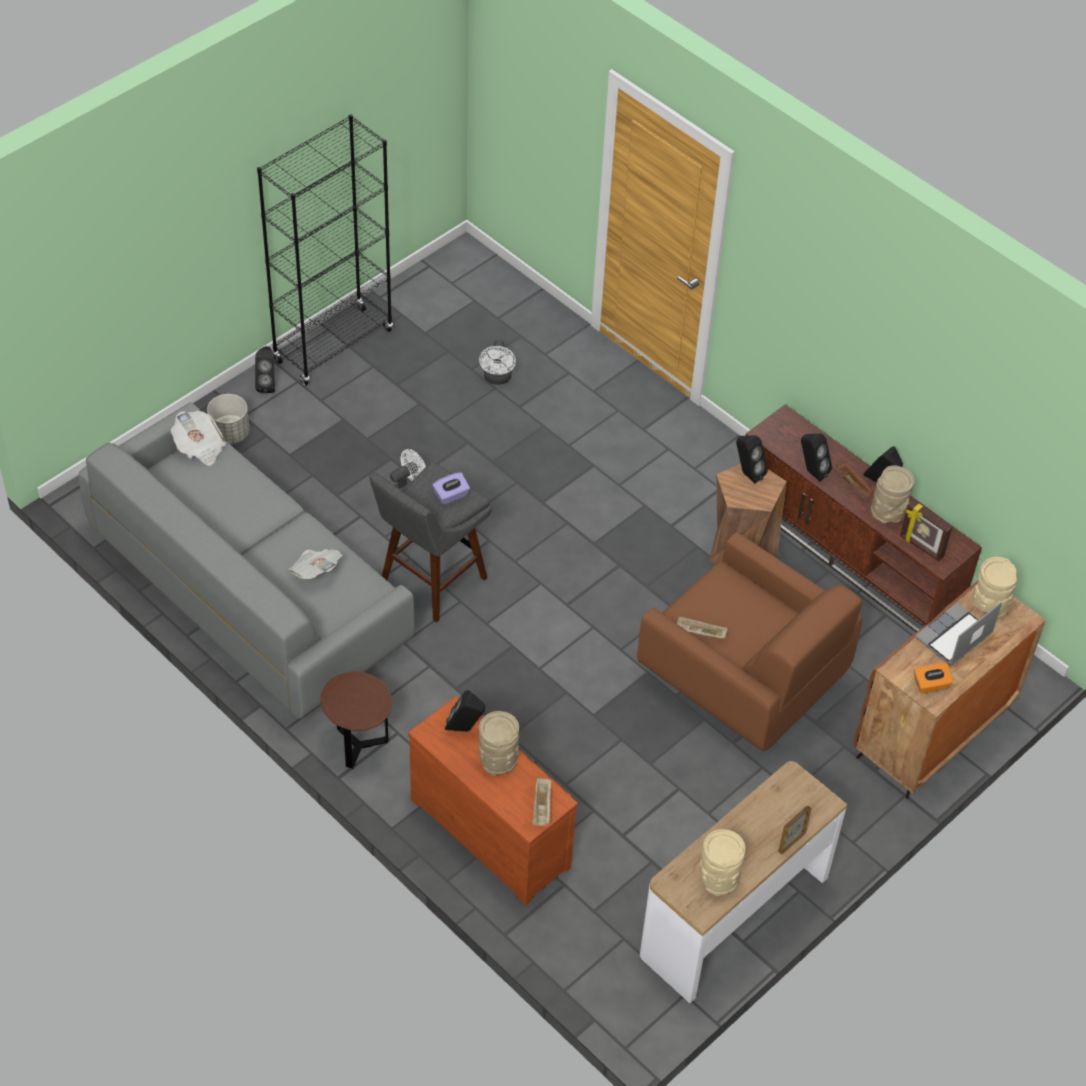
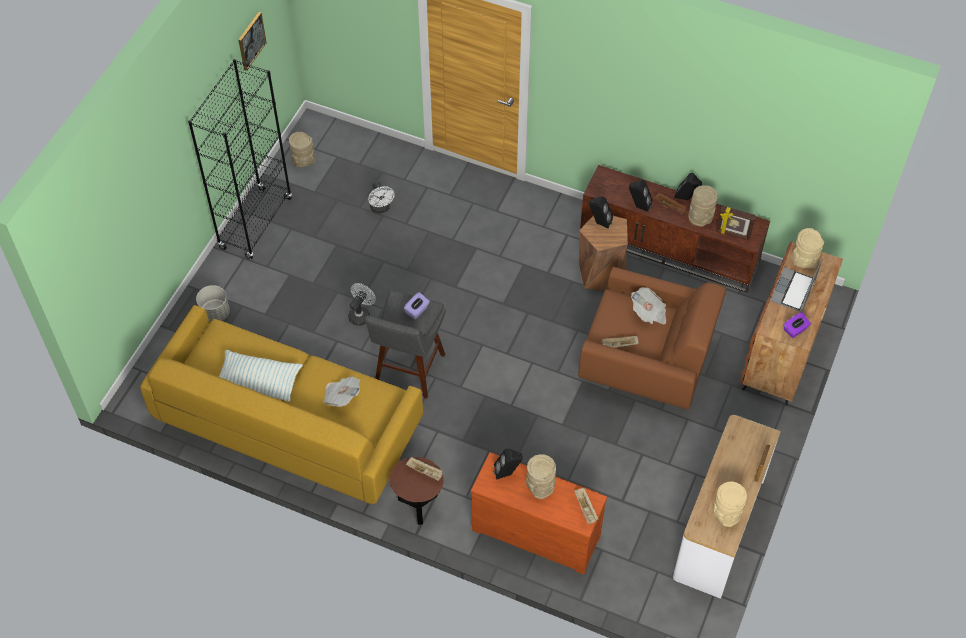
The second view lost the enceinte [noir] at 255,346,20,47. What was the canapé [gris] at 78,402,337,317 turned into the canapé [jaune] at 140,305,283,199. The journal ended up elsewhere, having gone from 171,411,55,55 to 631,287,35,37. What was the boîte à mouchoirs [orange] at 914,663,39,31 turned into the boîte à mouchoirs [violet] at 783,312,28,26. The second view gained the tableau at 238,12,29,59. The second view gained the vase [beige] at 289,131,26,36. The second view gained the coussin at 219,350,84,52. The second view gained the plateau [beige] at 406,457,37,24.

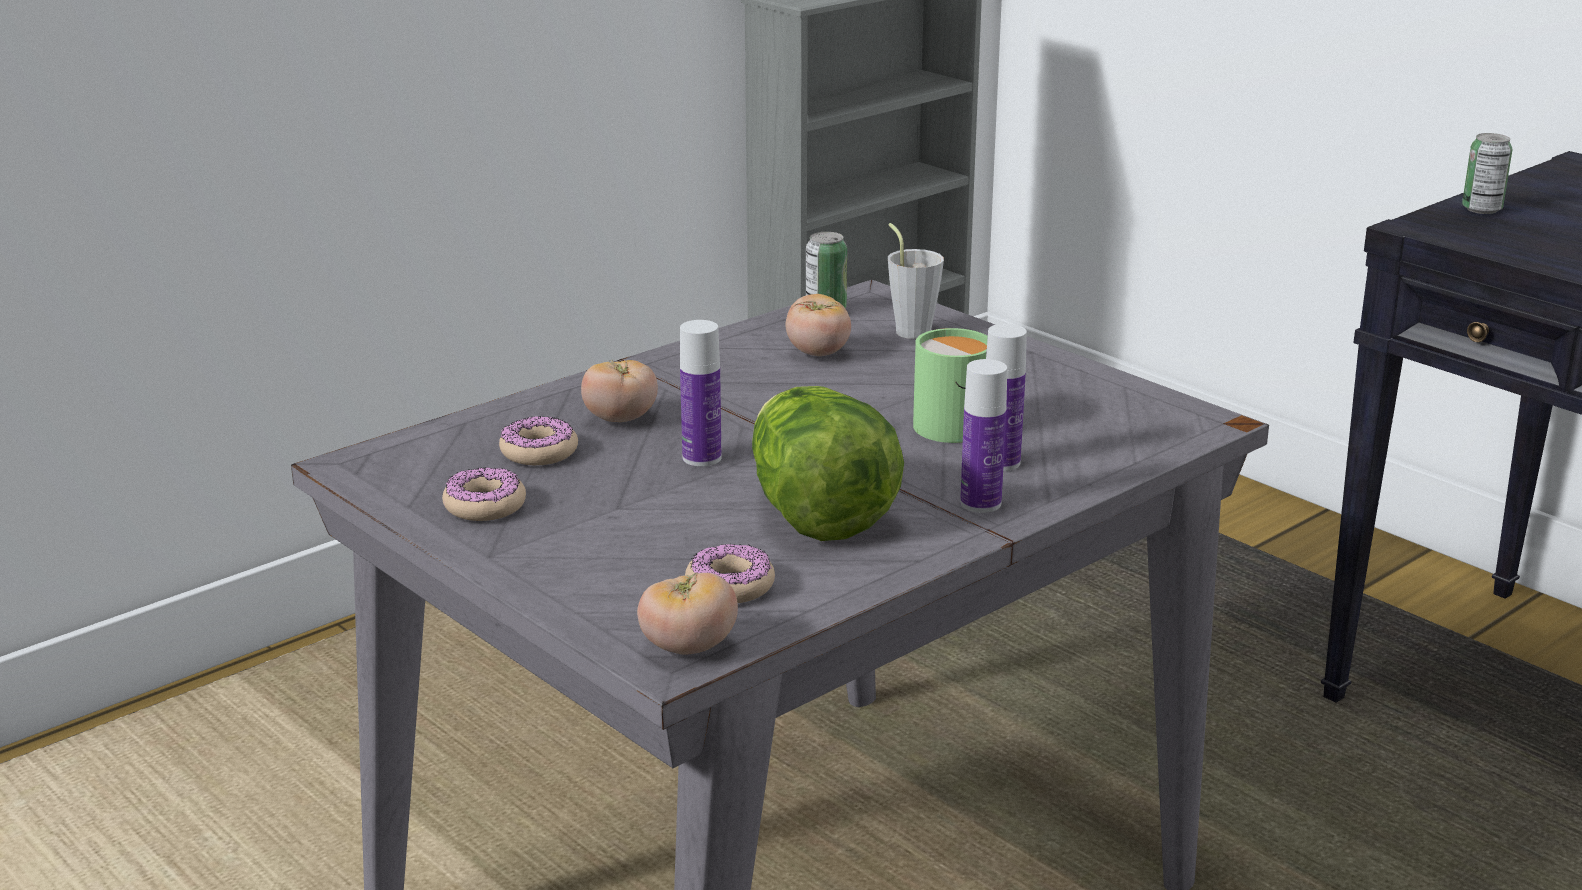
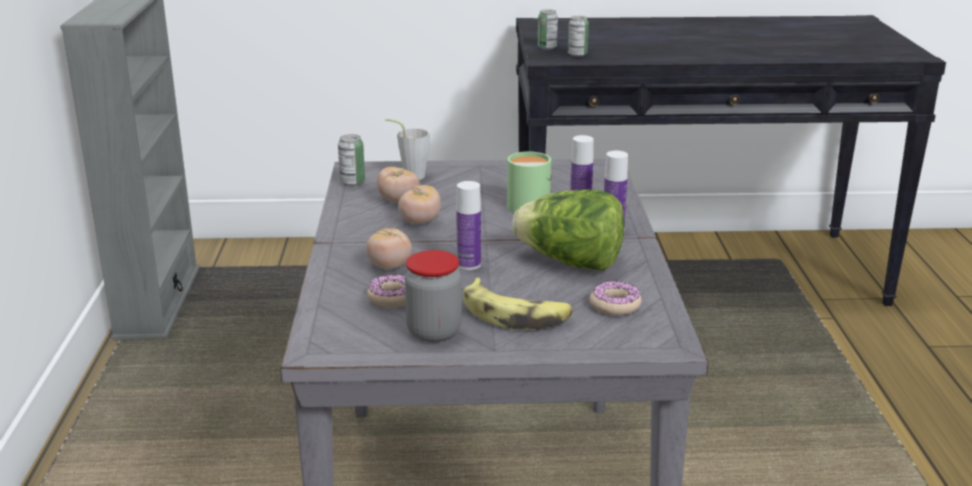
Where the beignet stood at 442,467,84,54, the bocal came to stand at 405,250,57,92. The tomate ended up elsewhere, having gone from 637,572,101,83 to 398,185,43,39. The second view gained the boîte métallique at 568,16,21,41. The second view gained the banane at 463,278,110,52.

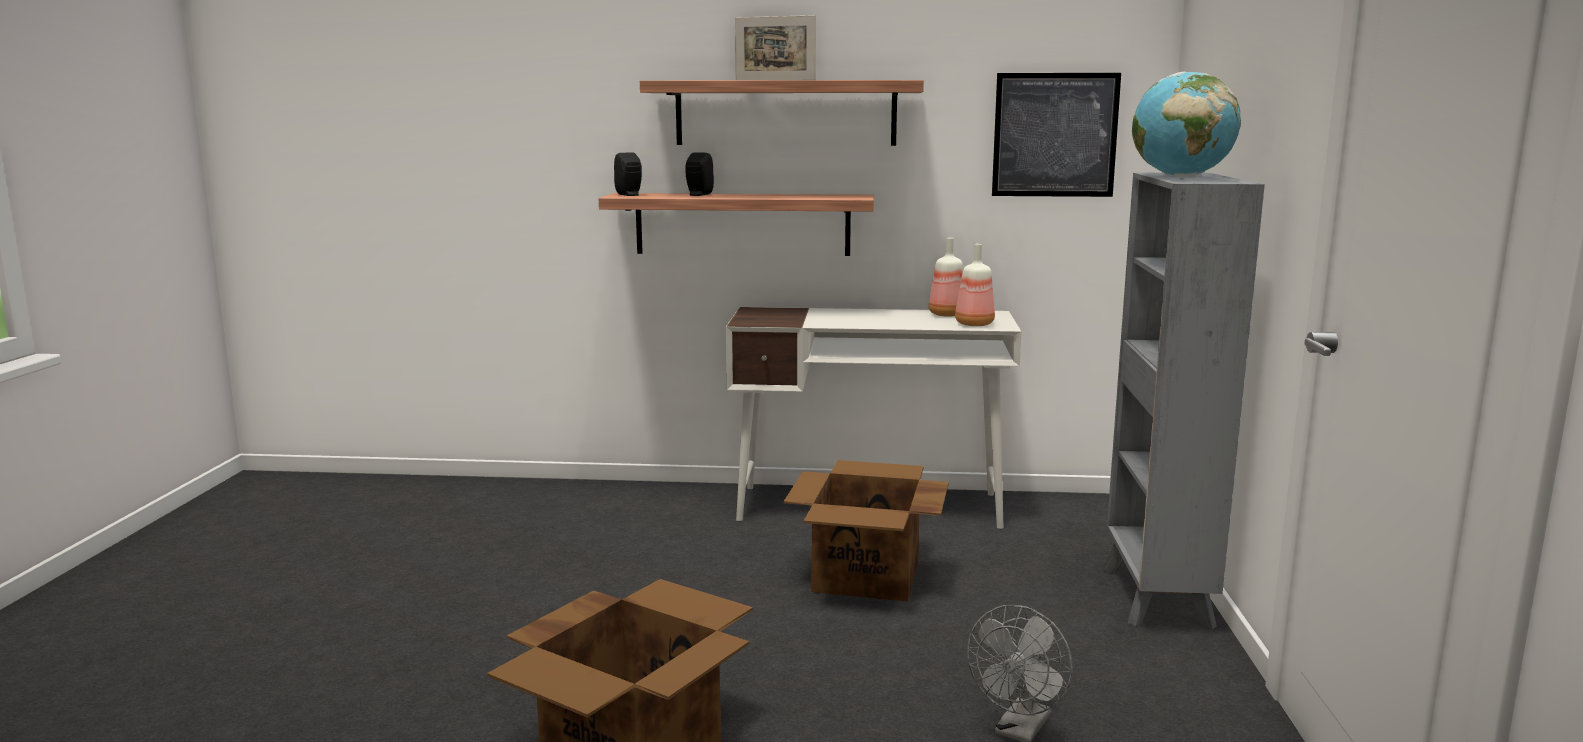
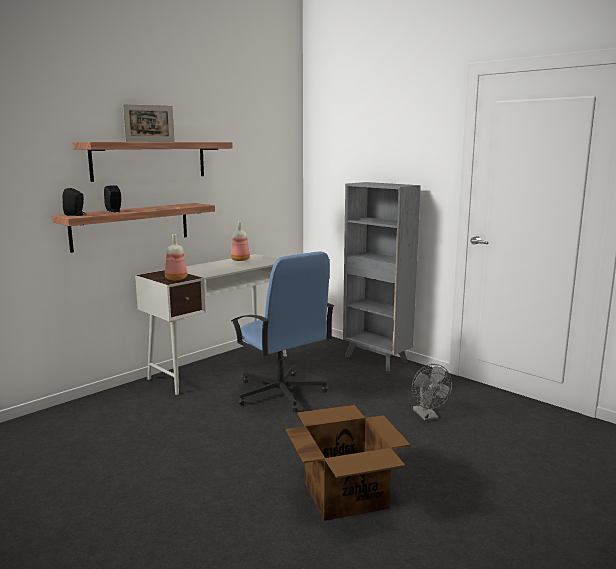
The second view lost the globe at 1132,71,109,106. The second view lost the tableau at 992,73,129,124. The bouteille ended up elsewhere, having gone from 955,244,40,82 to 165,234,22,46. Where the carton stood at 784,460,165,142, the chaise de bureau [bleu] came to stand at 231,251,103,161.

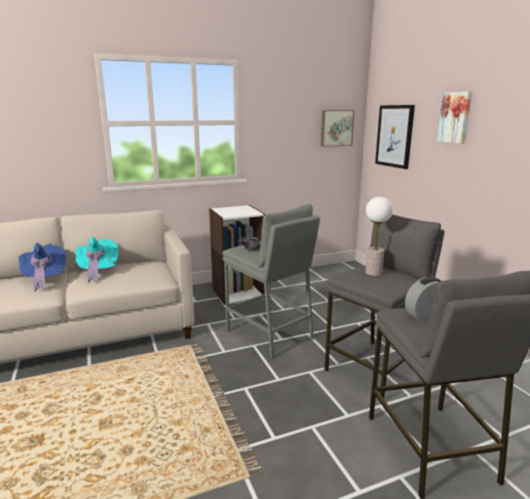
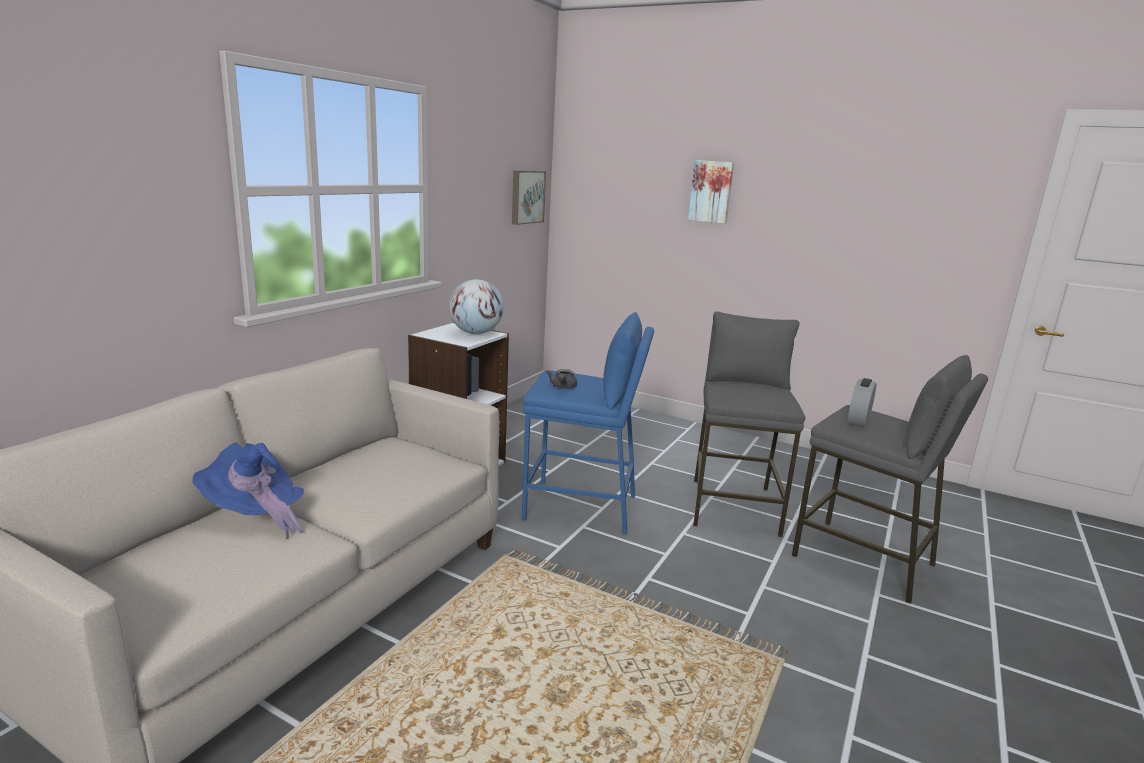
The second view lost the tableau at 375,105,40,64. The second view lost the lampe de table at 365,197,28,79. What was the tabouret [gris] at 222,204,98,155 turned into the tabouret [bleu] at 522,312,132,222. The second view lost the chapeau [turquoise] at 75,236,44,47. The second view gained the globe at 449,279,55,55.

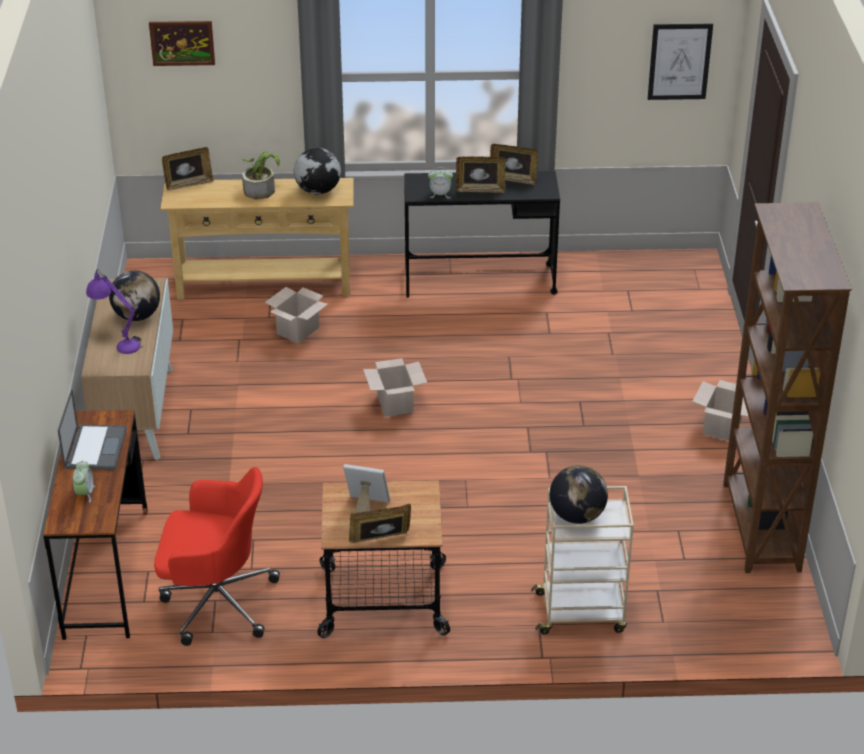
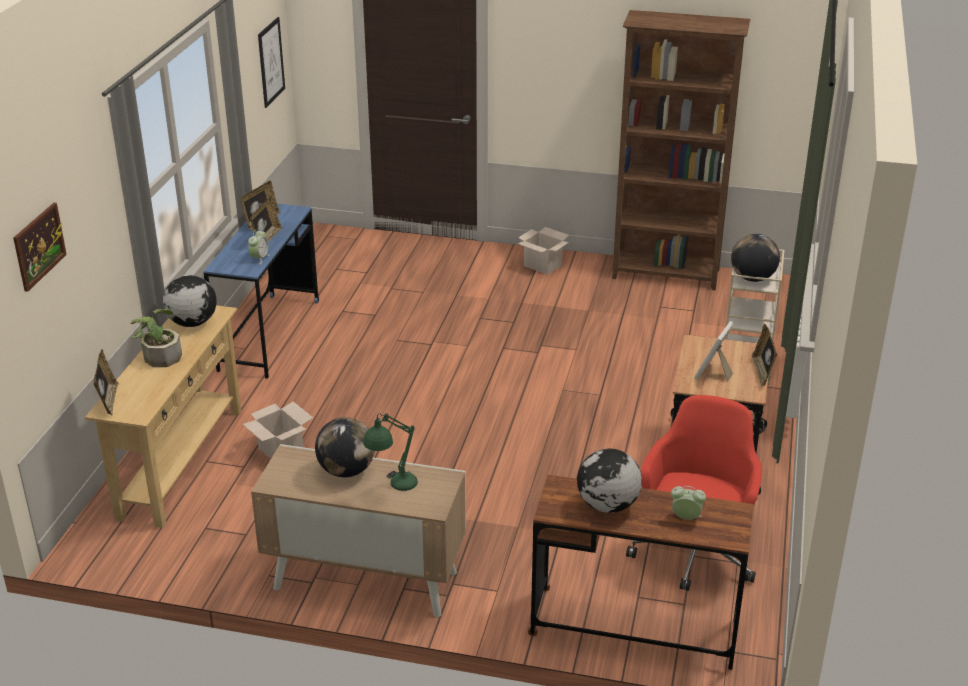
What was the bureau [noir] at 404,171,156,126 turned into the bureau [bleu] at 204,204,115,175. What was the lampe de table [violet] at 86,269,57,85 turned into the lampe de table [vert] at 363,413,55,78. The second view lost the carton at 363,358,64,59. Where the ordinateur portable stood at 58,389,69,81, the globe came to stand at 577,449,65,64.

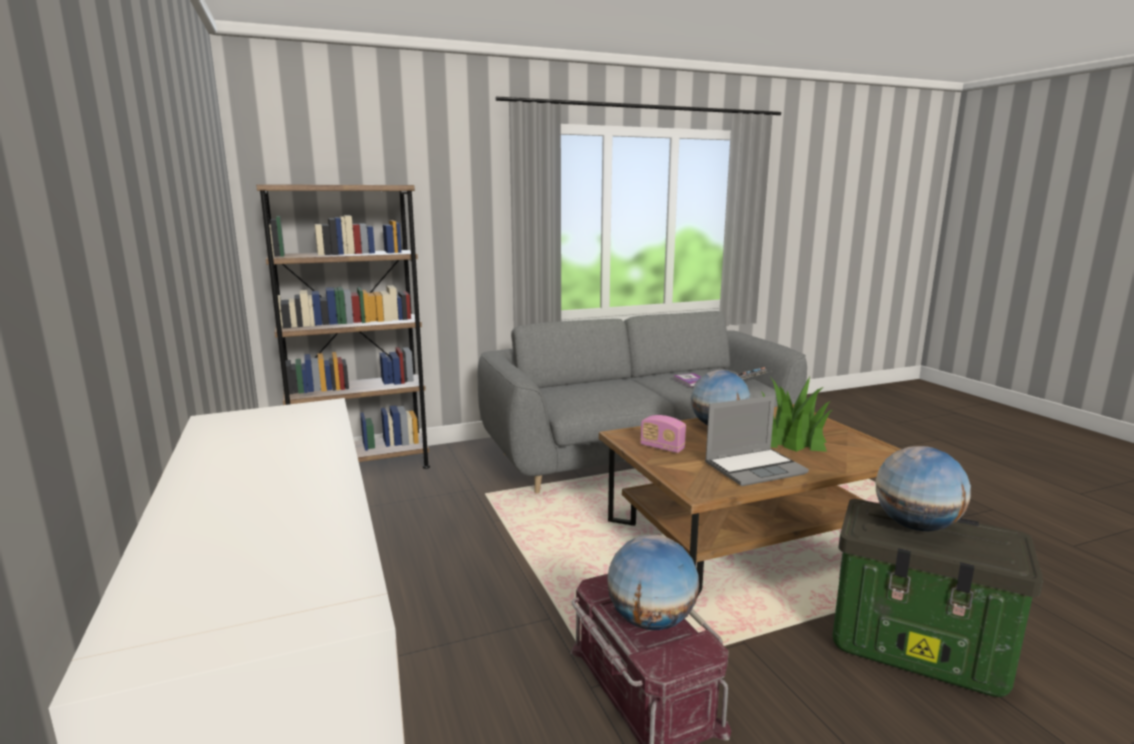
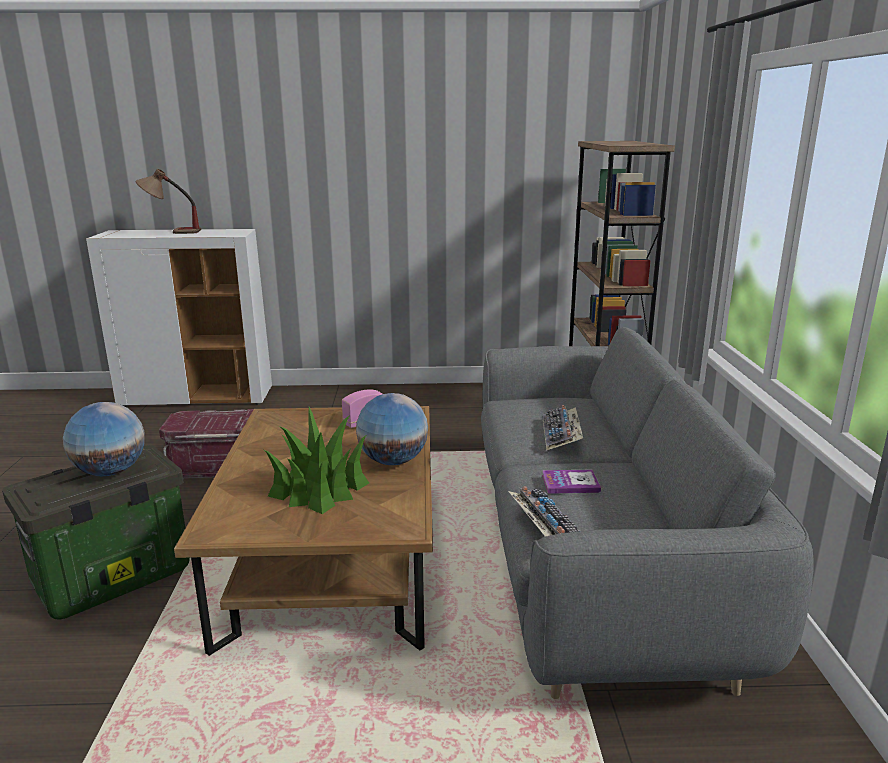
The second view lost the ordinateur portable at 705,395,104,91. The second view lost the globe at 607,535,92,95. The second view gained the lampe de table at 136,169,65,65. The second view gained the clavier at 543,405,40,45.

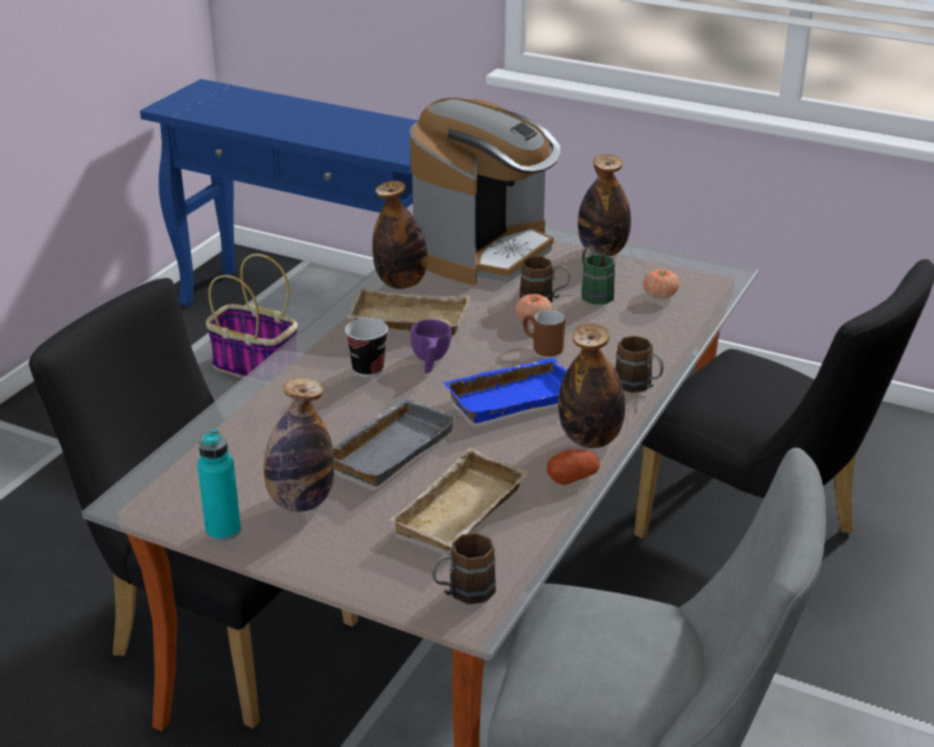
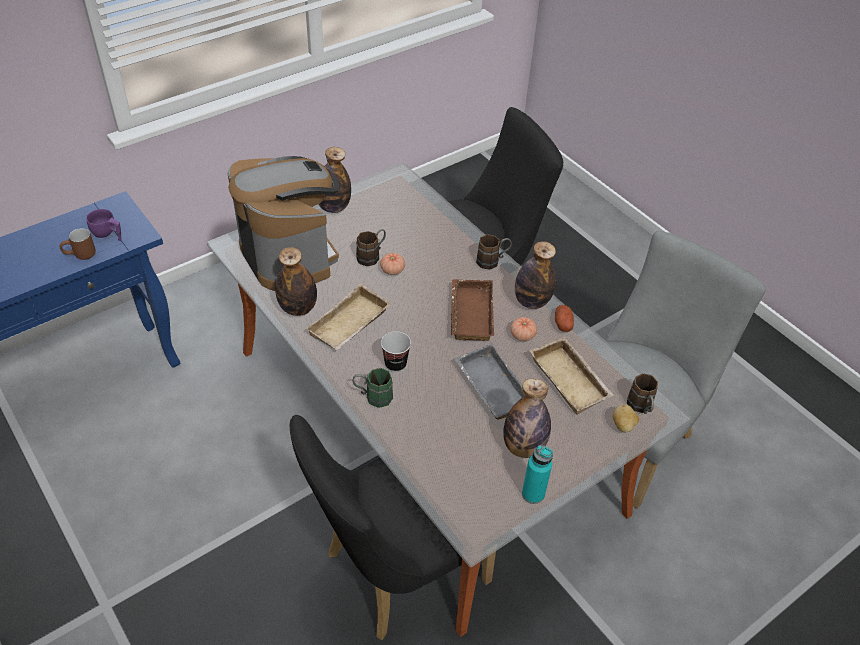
The mug [vert] ended up elsewhere, having gone from 581,248,34,57 to 353,368,40,40. The second view lost the panier at 206,254,92,124. The tomate ended up elsewhere, having gone from 643,269,36,30 to 510,317,27,24. The mug [marron] ended up elsewhere, having gone from 523,310,42,47 to 59,228,37,32. The tasse [violet] ended up elsewhere, having gone from 411,319,41,54 to 86,209,35,32. What was the plateau [bleu] at 443,357,124,66 turned into the plateau [marron] at 451,279,43,62. The second view gained the pomme de terre at 613,404,26,28.

